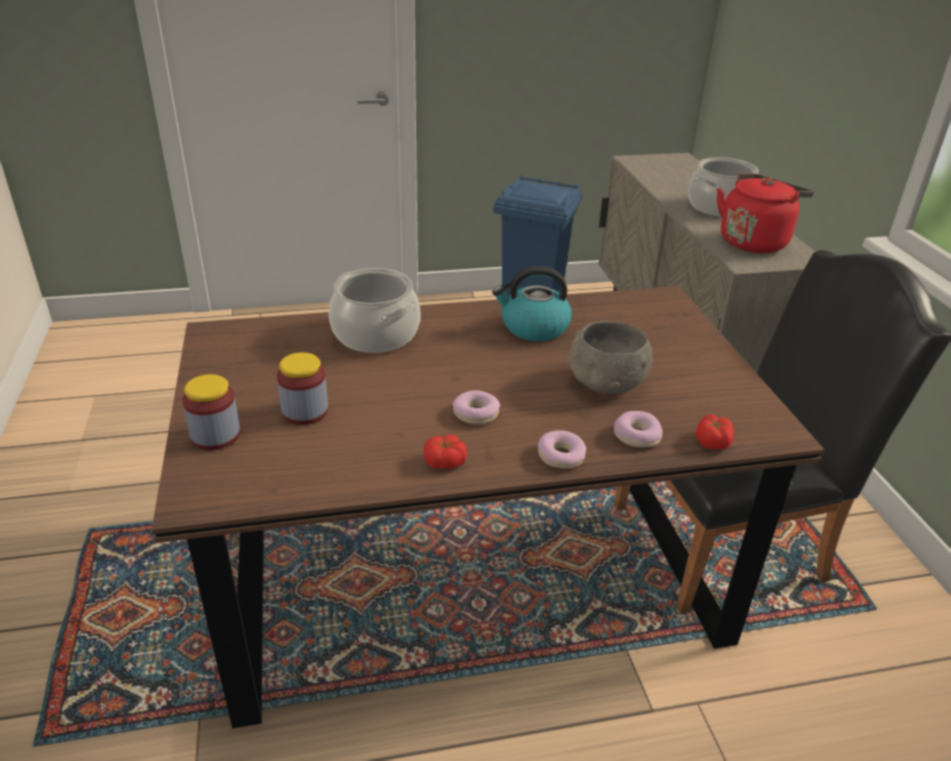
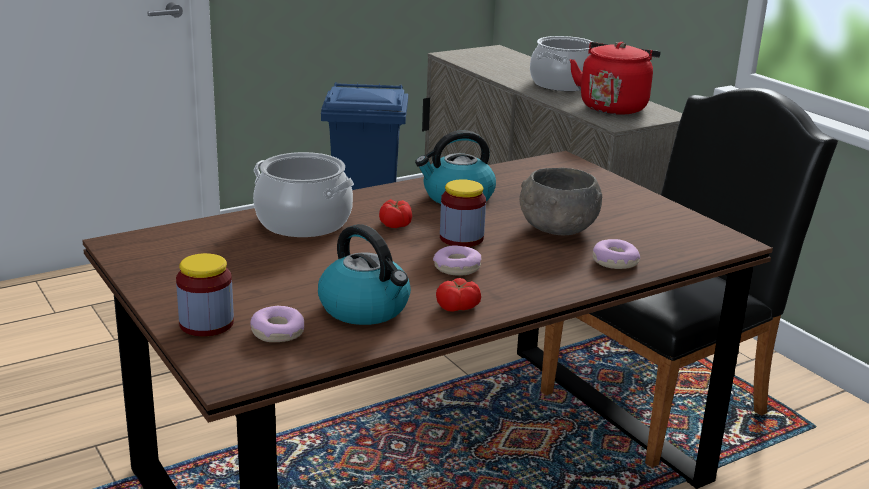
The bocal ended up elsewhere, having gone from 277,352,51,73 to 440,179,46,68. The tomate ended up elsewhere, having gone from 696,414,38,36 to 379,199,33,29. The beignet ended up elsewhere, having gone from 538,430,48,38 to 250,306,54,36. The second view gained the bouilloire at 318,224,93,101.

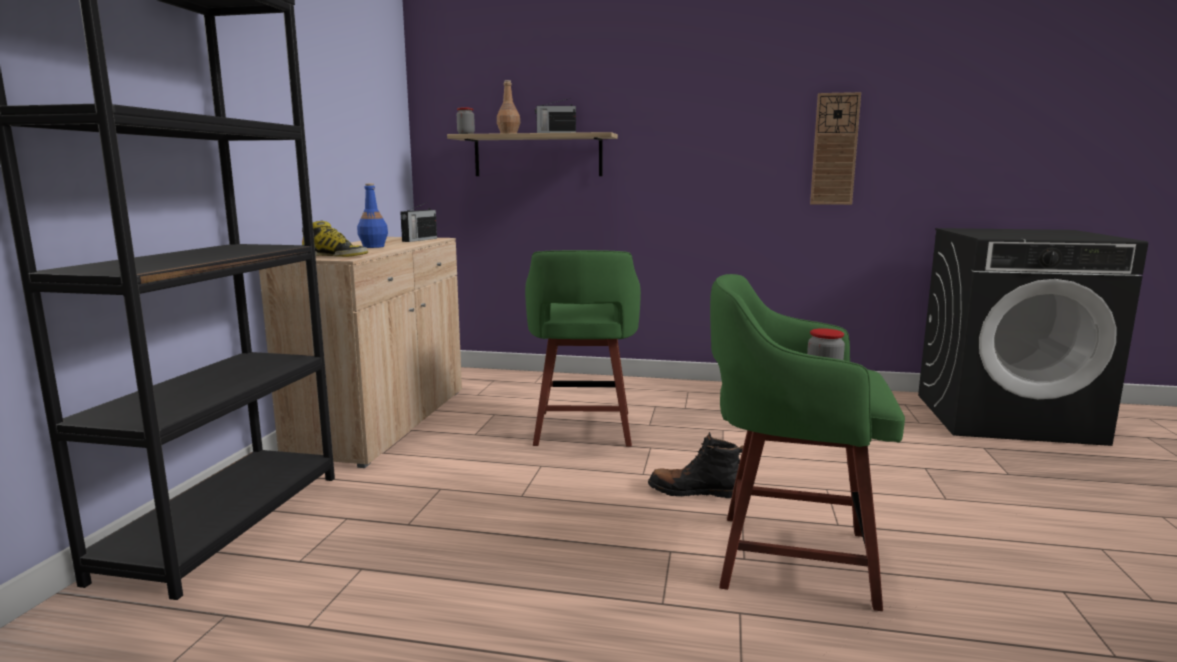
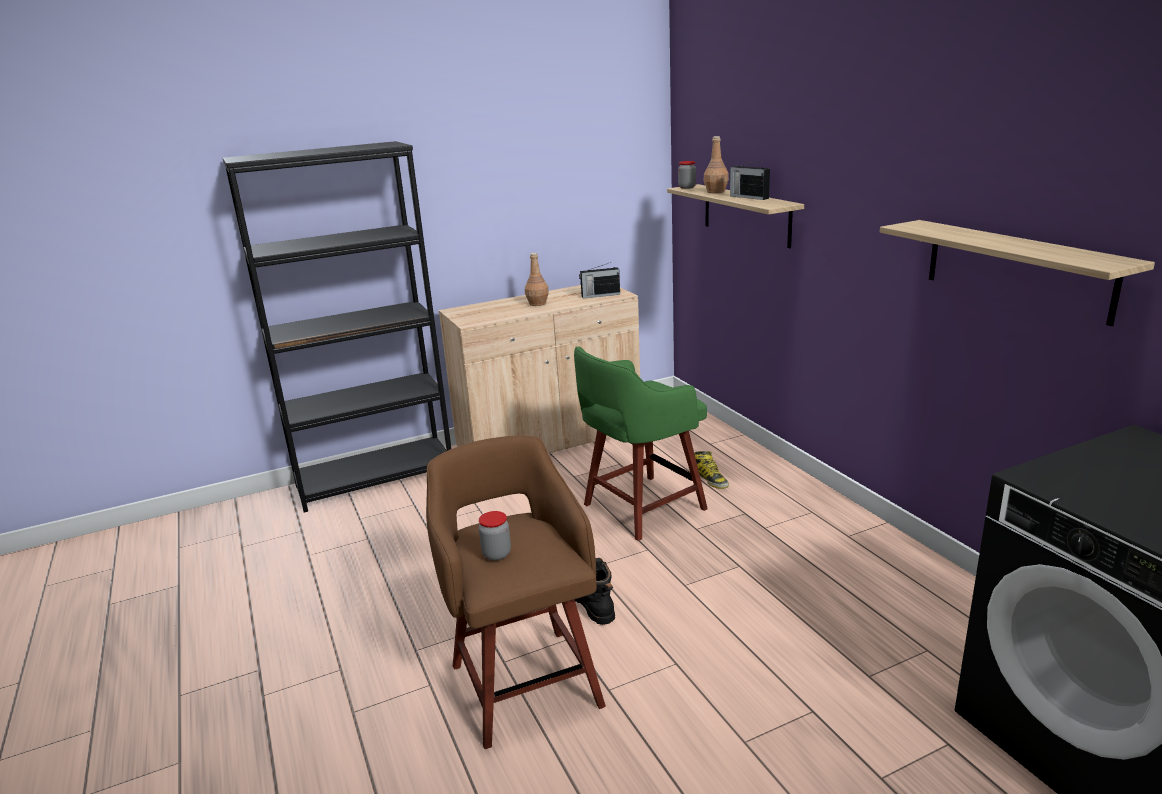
Where the horloge murale hung at 810,92,51,113, the étagère came to hang at 880,220,275,106. What was the bouteille [bleu] at 357,183,31,65 turned into the bouteille [marron] at 525,253,24,53. The botte ended up elsewhere, having gone from 302,220,66,37 to 694,451,35,38. What was the tabouret [vert] at 710,274,195,337 turned into the tabouret [marron] at 426,436,180,313.

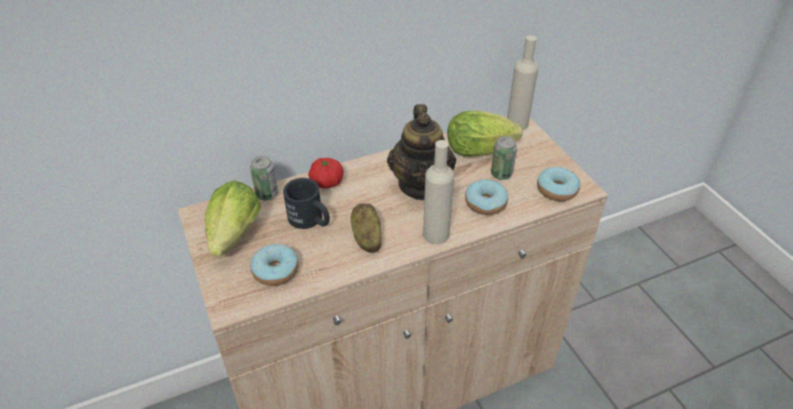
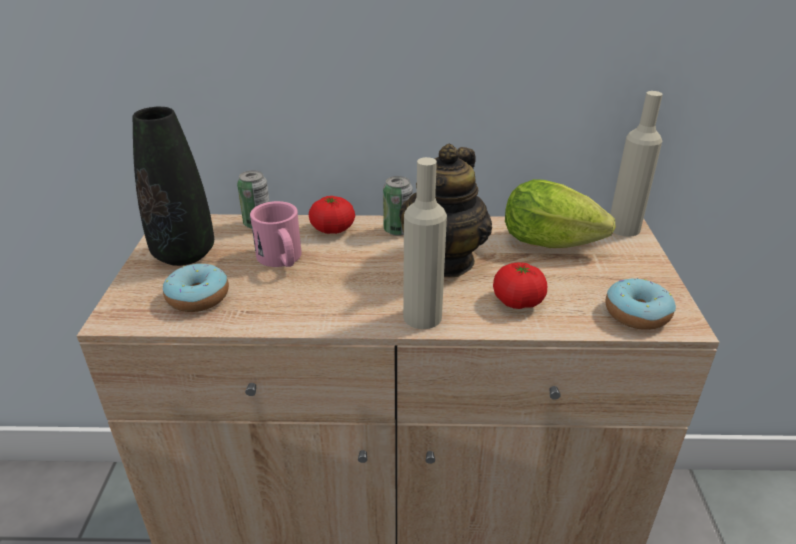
The boîte métallique ended up elsewhere, having gone from 491,136,26,44 to 383,176,30,60. What was the mug [noir] at 283,178,47,51 turned into the mug [rose] at 250,201,52,66. Where the beignet stood at 465,179,43,36, the tomate came to stand at 493,262,54,47. Where the laitue stood at 205,180,56,77, the vase [noir] came to stand at 133,106,81,160. The second view lost the pomme de terre at 351,204,31,49.

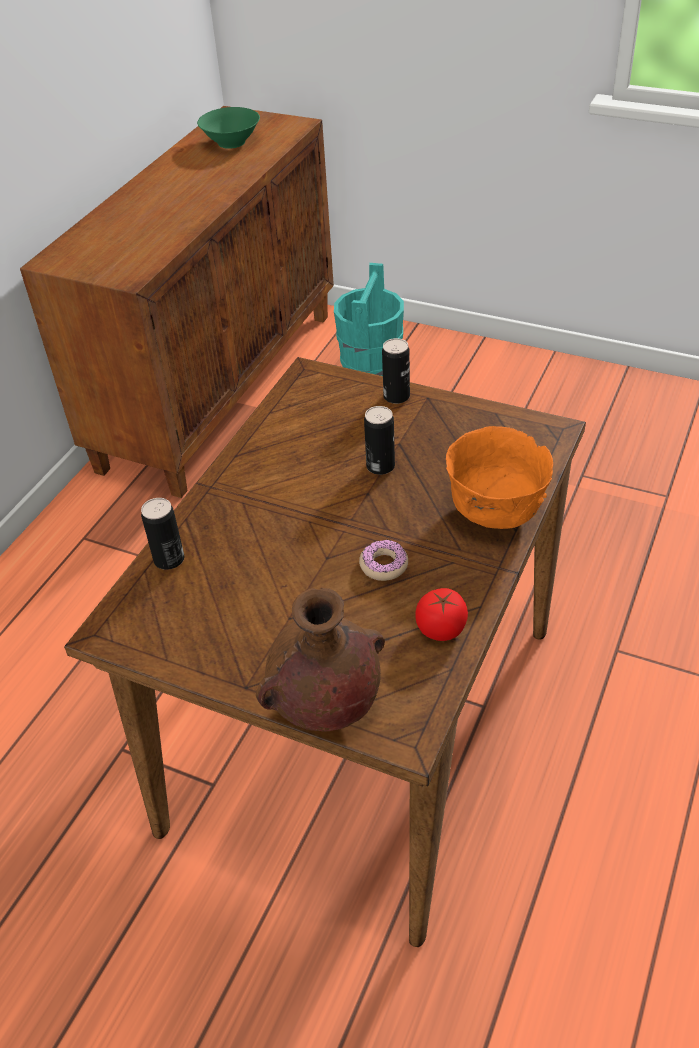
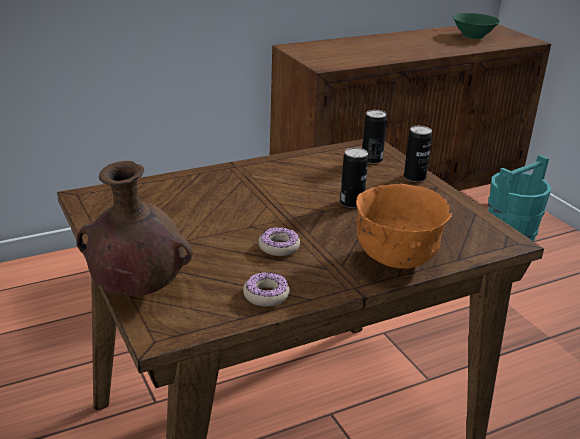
The boîte métallique ended up elsewhere, having gone from 141,498,43,72 to 362,110,25,54. Where the tomate stood at 415,588,53,53, the beignet came to stand at 243,272,47,35.

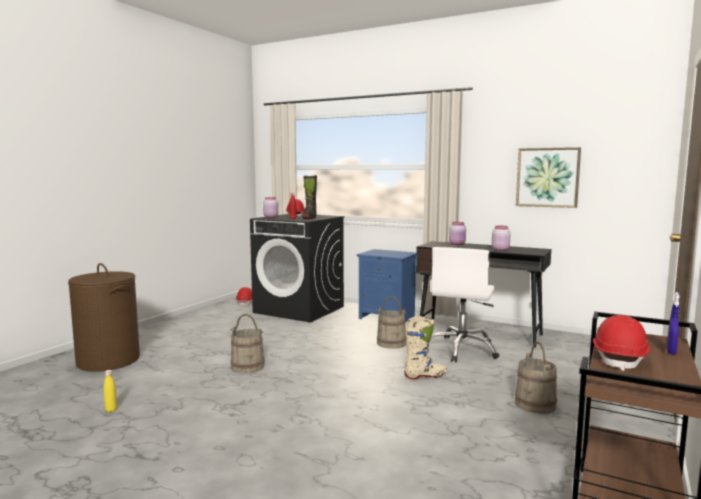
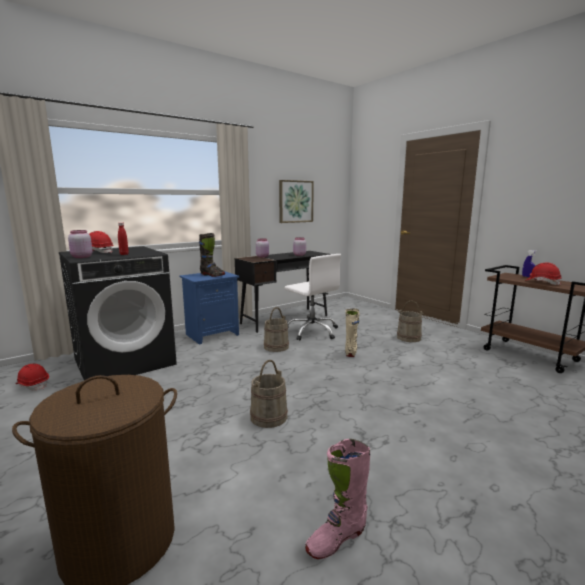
The botte [noir] ended up elsewhere, having gone from 302,175,15,44 to 199,233,26,44. Where the bouteille [jaune] stood at 104,370,13,42, the botte [rose] came to stand at 305,439,65,120.

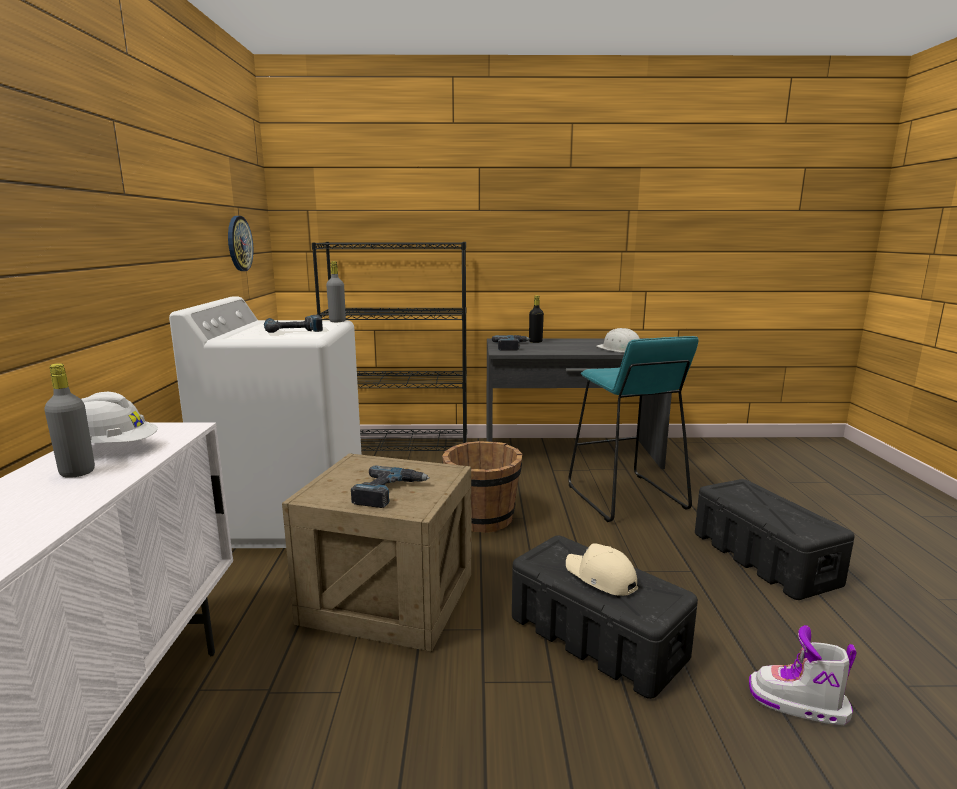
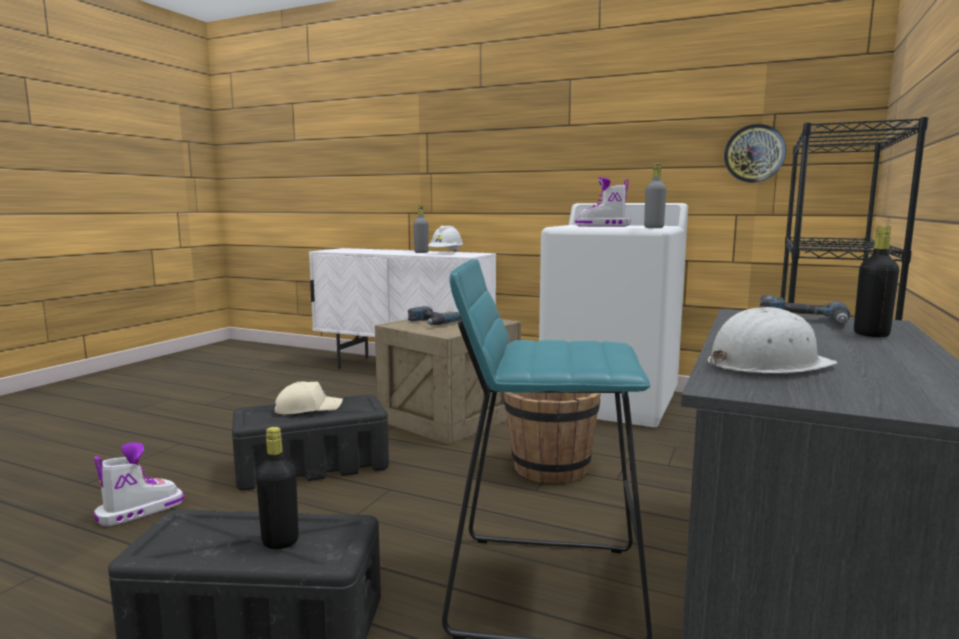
Where the perceuse stood at 264,315,59,18, the botte came to stand at 575,177,56,50. The second view gained the bouteille [noir] at 256,427,43,122.

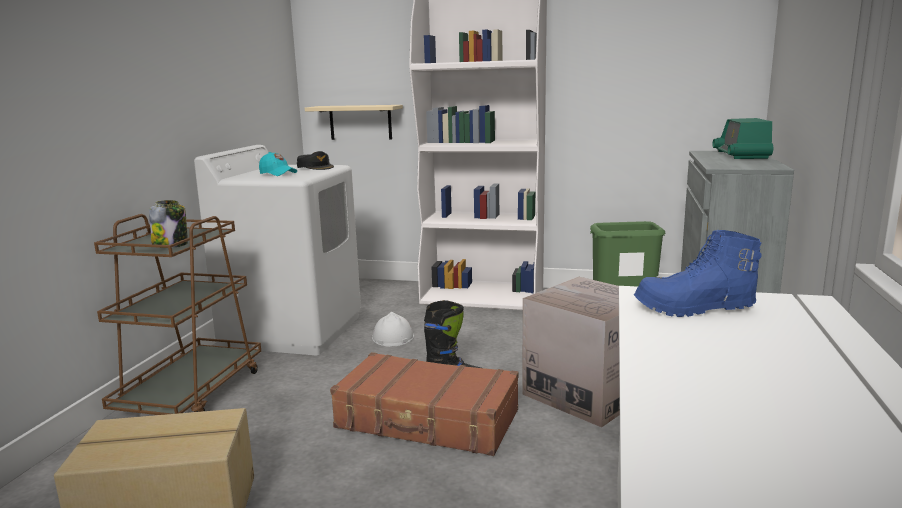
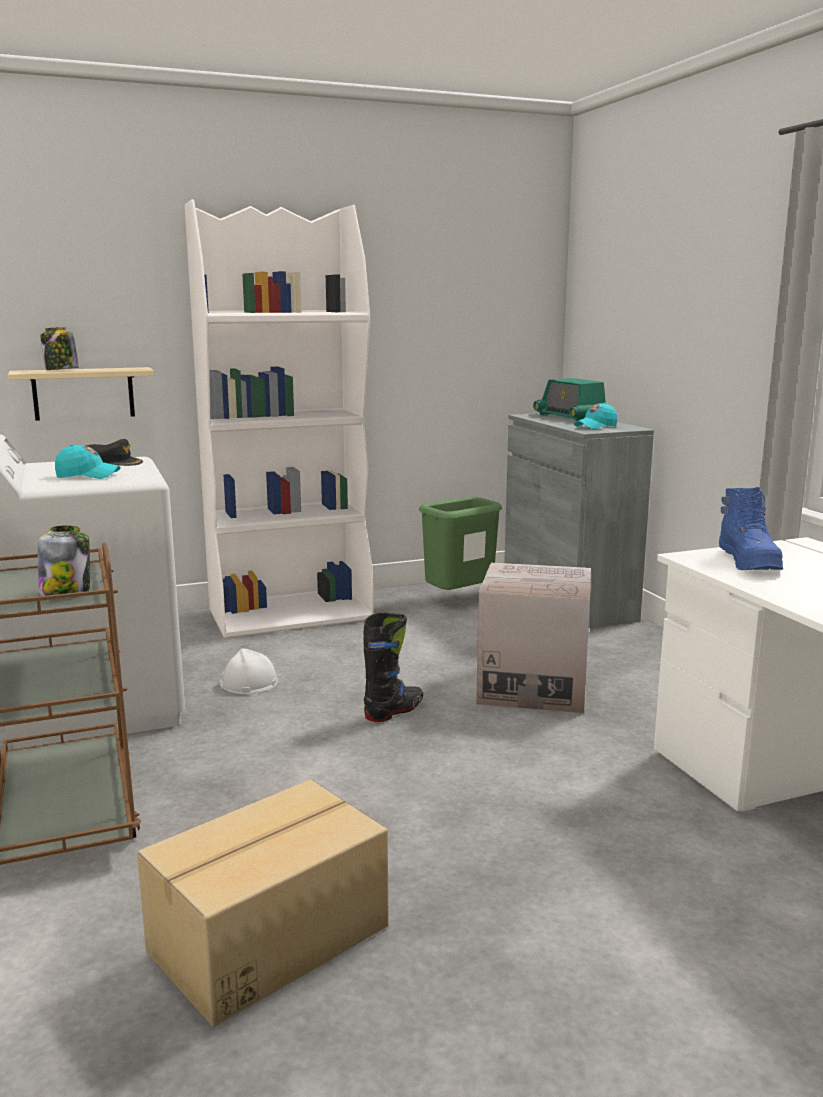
The botte [bleu] at 634,229,128,88 ended up facing another way, 60 degrees counterclockwise from before. The second view lost the valise [marron] at 330,352,188,104. The second view gained the bocal at 40,327,39,43. The second view gained the casquette [turquoise] at 574,403,44,26.

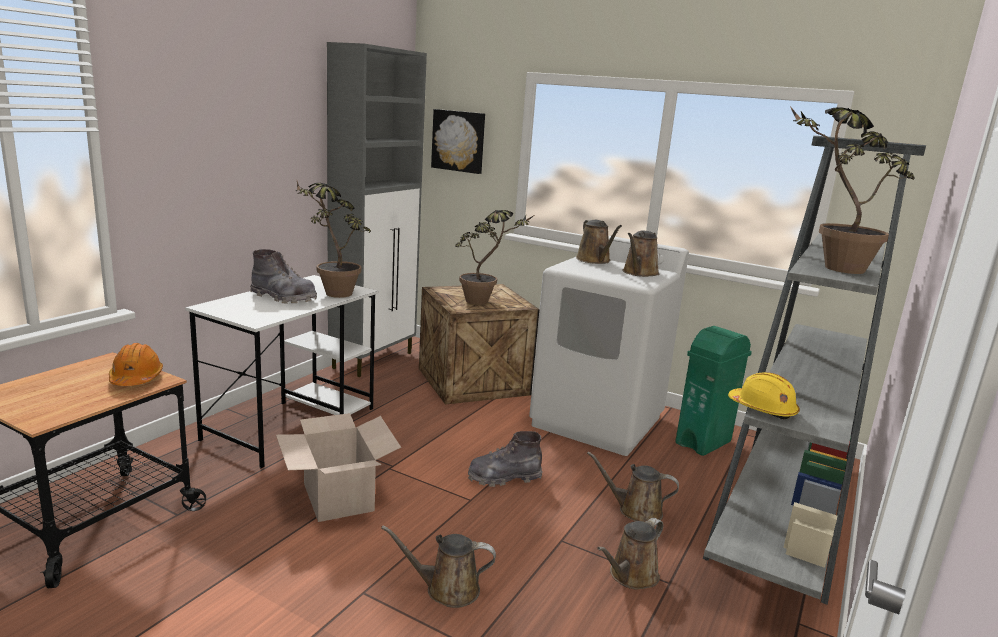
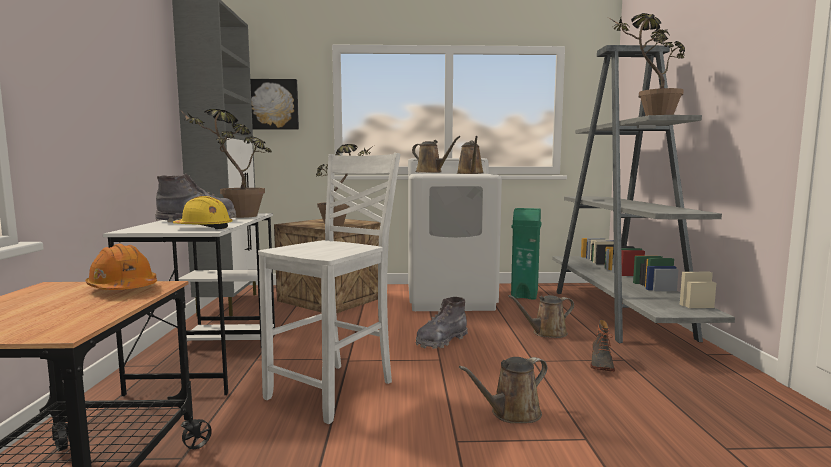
The casque de chantier [jaune] ended up elsewhere, having gone from 728,372,72,47 to 173,196,59,33. Where the carton stood at 276,413,125,109, the chaise [blanc] came to stand at 258,153,142,271. Where the arrosoir [marron] stood at 597,518,66,72, the botte came to stand at 591,320,24,52.

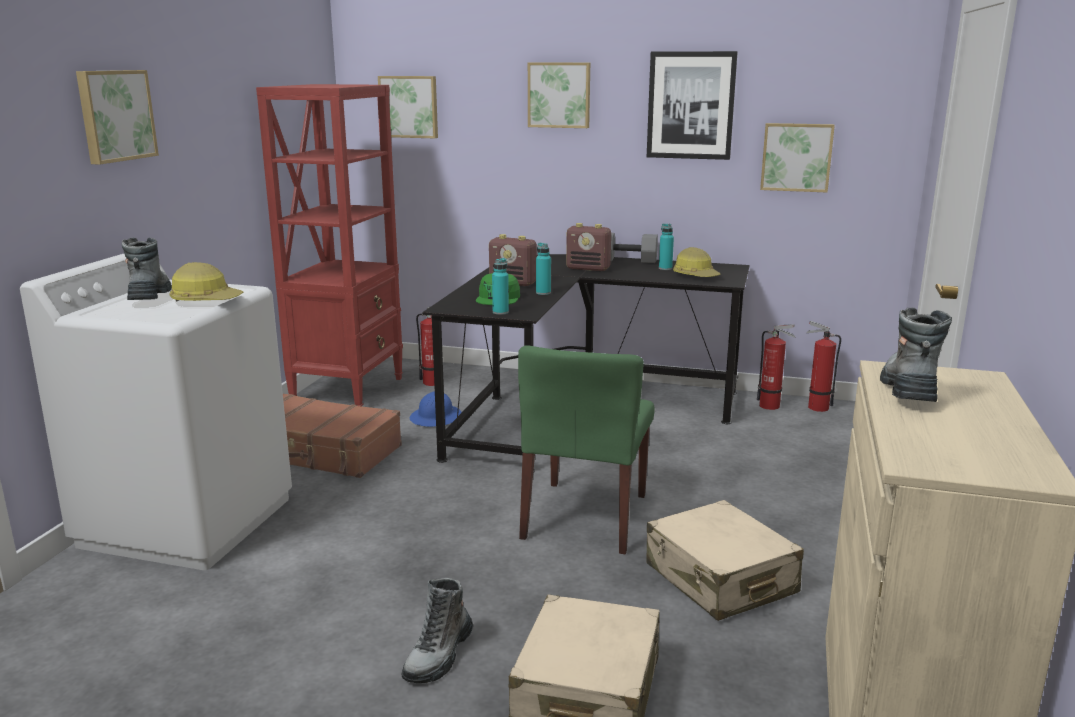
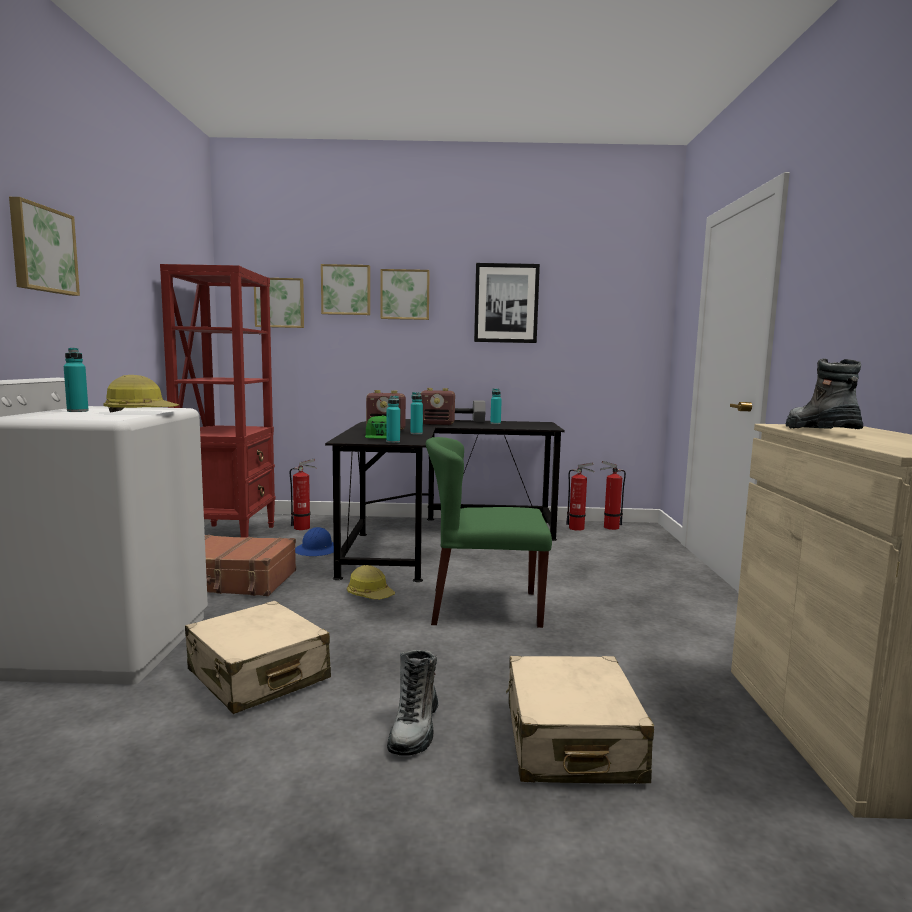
The tableau ended up elsewhere, having gone from 760,123,75,69 to 321,264,49,51. Where the botte stood at 122,237,50,63, the bouteille [turquoise] came to stand at 64,348,25,64. The casque de chantier ended up elsewhere, having gone from 673,247,48,30 to 347,565,48,35. The chaise [vert] at 518,345,137,209 ended up facing another way, 90 degrees clockwise from before. The valise [beige] ended up elsewhere, having gone from 646,500,158,121 to 185,601,146,113.

